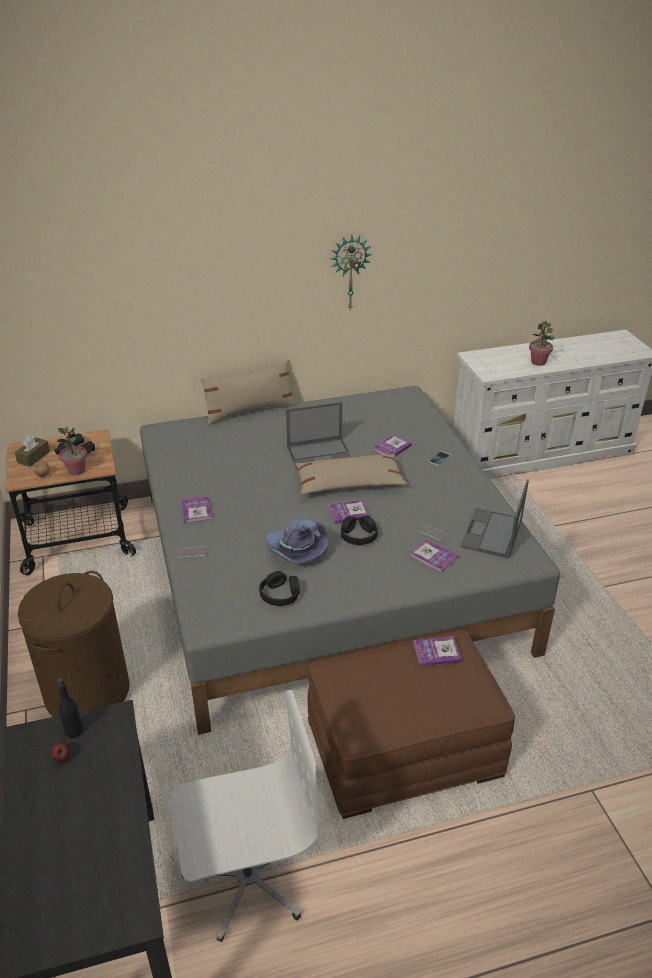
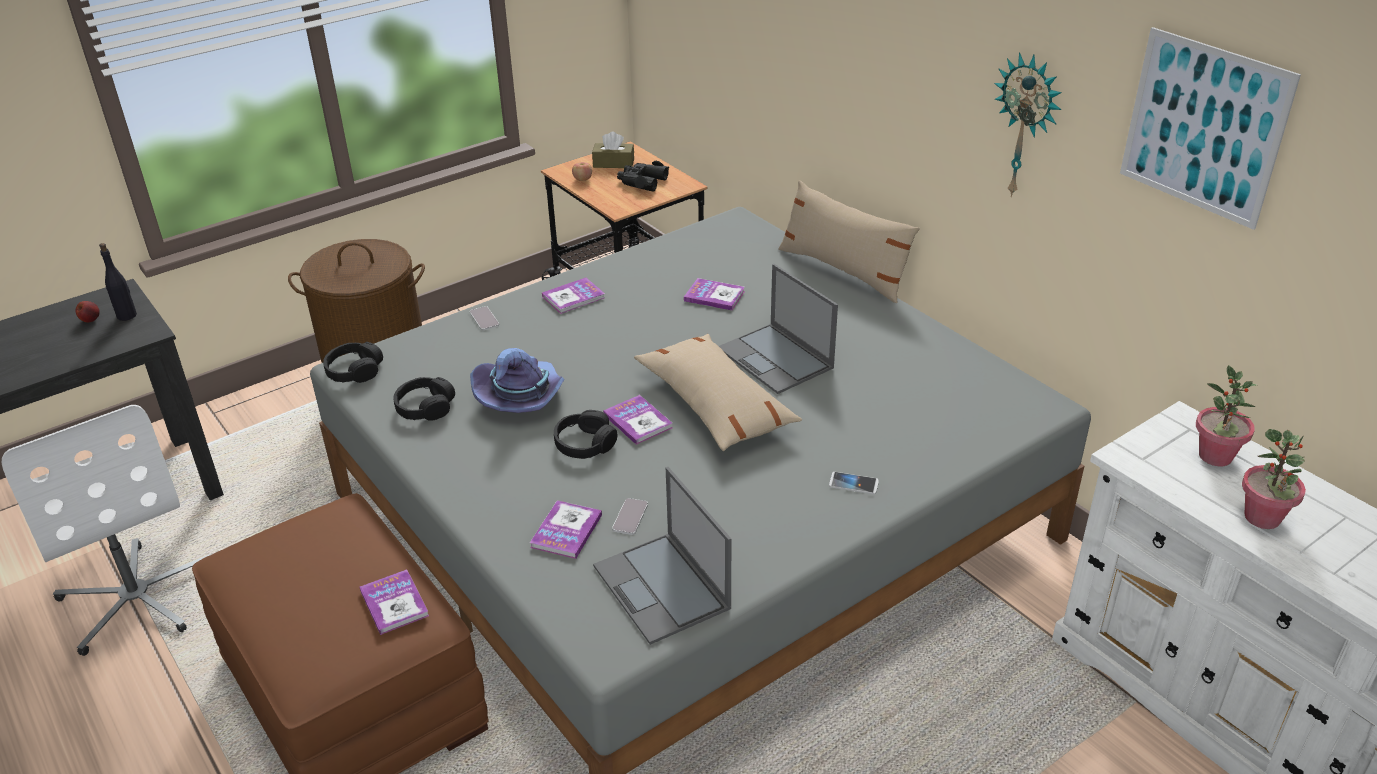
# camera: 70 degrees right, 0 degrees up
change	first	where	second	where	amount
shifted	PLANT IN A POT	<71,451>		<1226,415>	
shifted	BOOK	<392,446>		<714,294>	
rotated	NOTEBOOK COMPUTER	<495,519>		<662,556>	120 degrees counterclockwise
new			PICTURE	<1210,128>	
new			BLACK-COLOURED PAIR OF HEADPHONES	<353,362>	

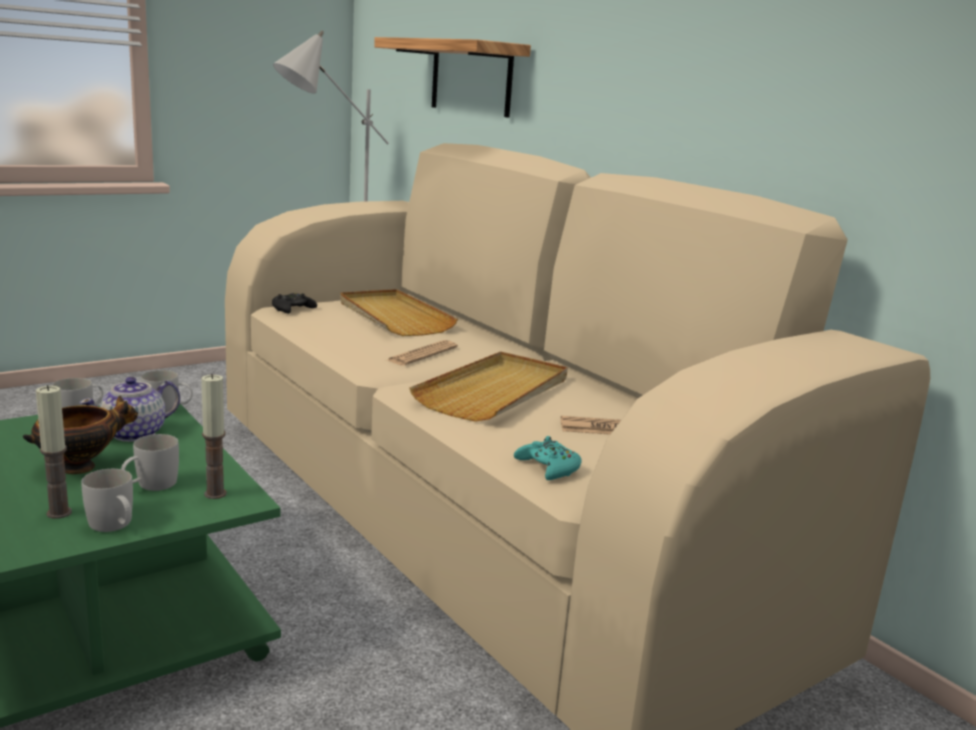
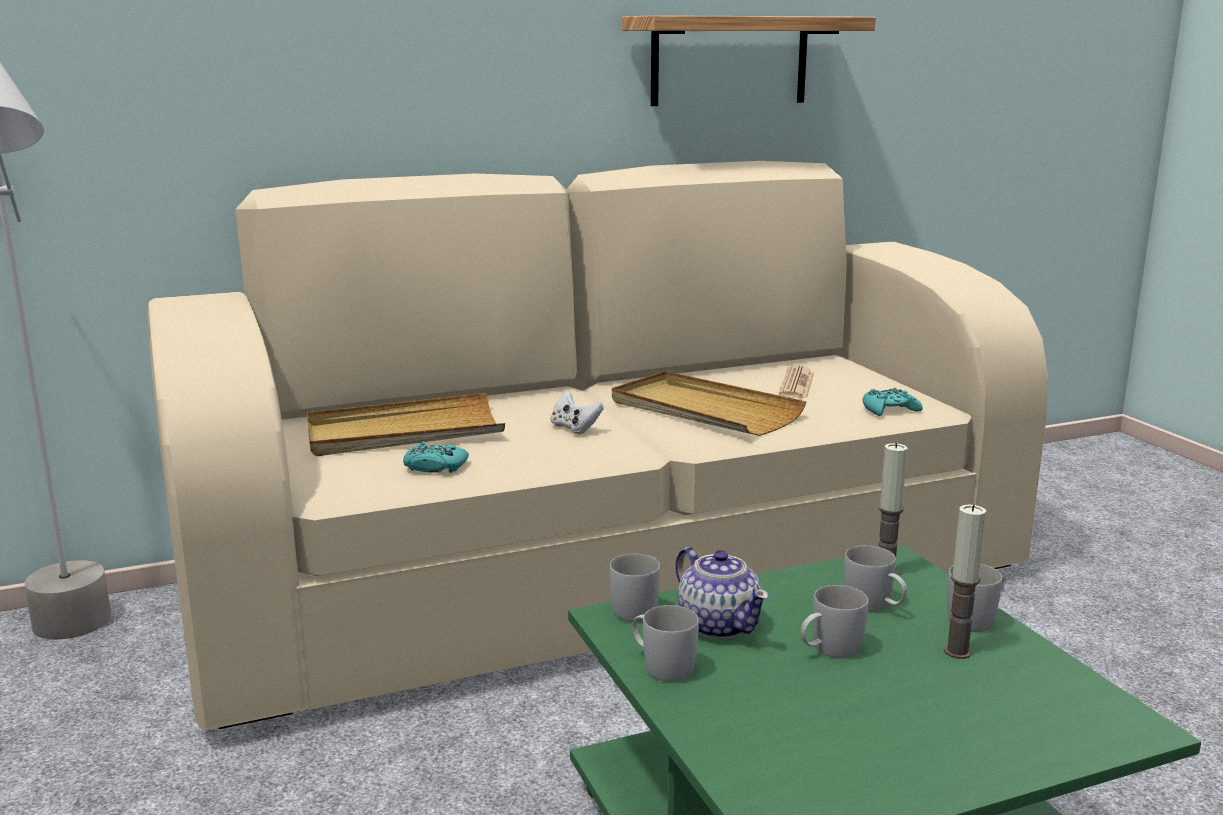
# camera: 75 degrees left, 0 degrees up
change	first	where	second	where	amount
shifted	WALL SHELF	<452,77>		<749,60>	
gone	BLACK-COLOURED GAME CONTROLLER	<294,303>			
swapped	DAILY PAPER	<422,353>	WHITISH GAME CONTROLLER	<577,412>	
swapped	BOWL	<80,435>	WHITISH MUG	<834,622>	
new			TURQUOISE GAME CONTROLLER	<436,457>	

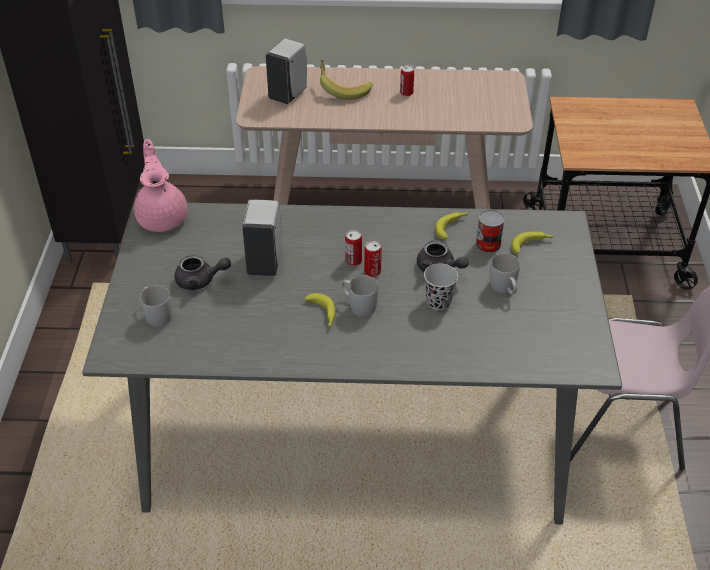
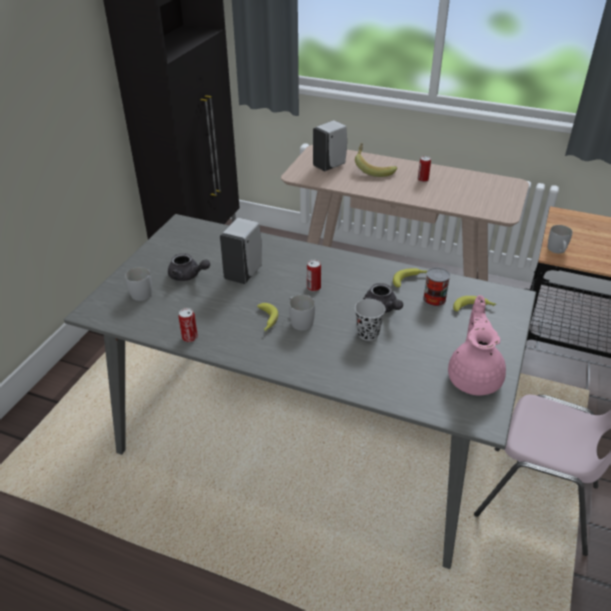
# camera: 20 degrees right, 5 degrees down
change	first	where	second	where	amount
shifted	PINK-COLOURED TEAPOT	<161,185>		<477,345>	
shifted	CAN	<373,259>		<188,325>	
shifted	WHITISH MUG	<505,273>		<560,239>	

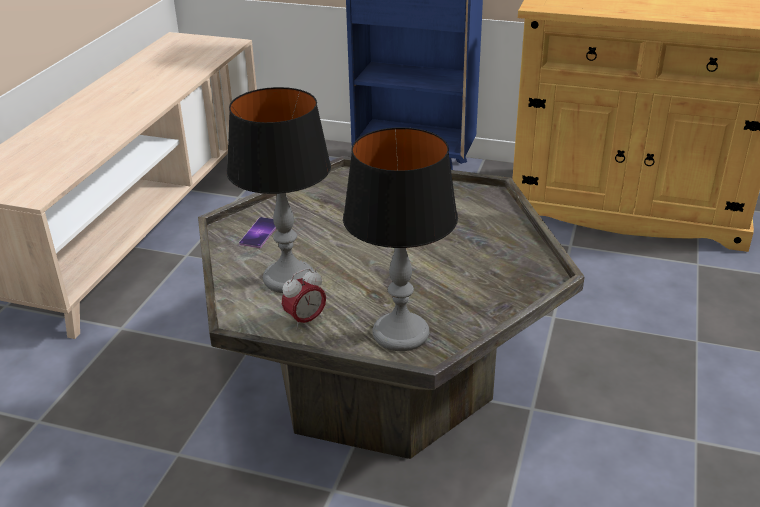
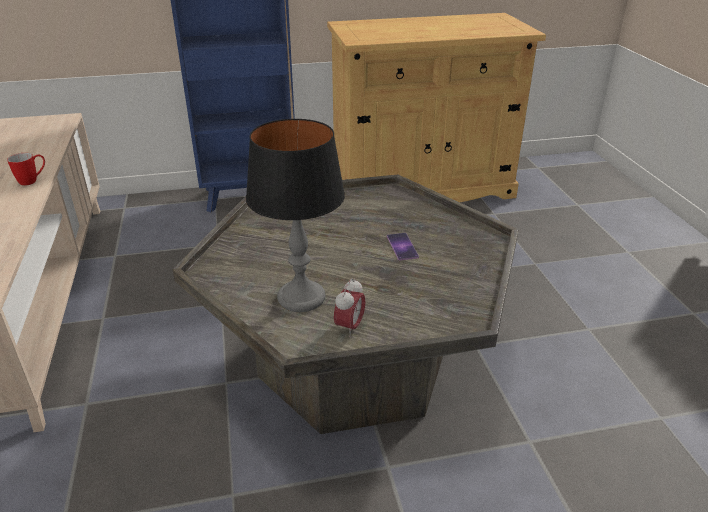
# camera: 30 degrees left, 0 degrees up
change	first	where	second	where	amount
gone	TABLETOP LAMP	<400,239>			
shifted	PHONE	<257,232>		<403,246>	
new			MUG	<26,169>	

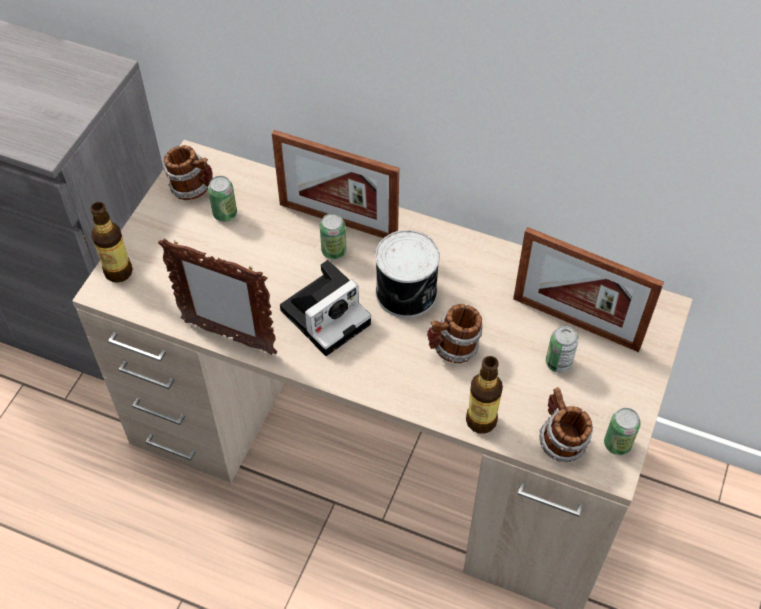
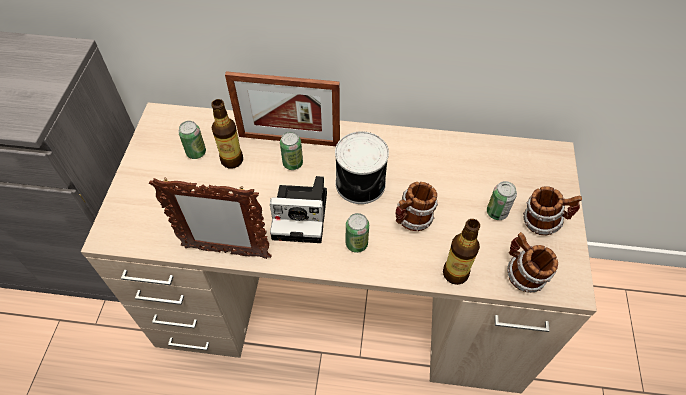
# camera: 15 degrees left, 0 degrees up
change	first	where	second	where	amount
shifted	MUG	<188,172>		<552,210>	
shifted	DRINK BOTTLE	<111,242>		<227,134>	
gone	STANDING FRAME	<588,289>			
rotated	STILL CAMERA	<325,308>		<298,209>	60 degrees clockwise
shifted	CAN	<622,431>		<357,233>	

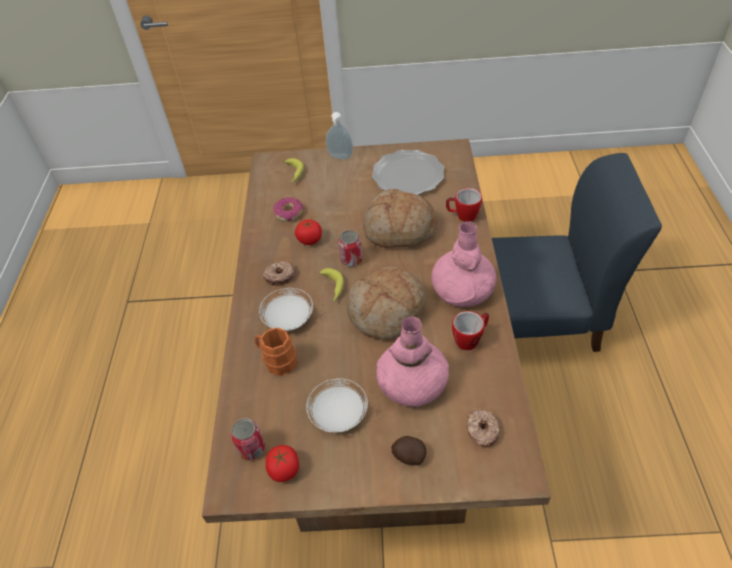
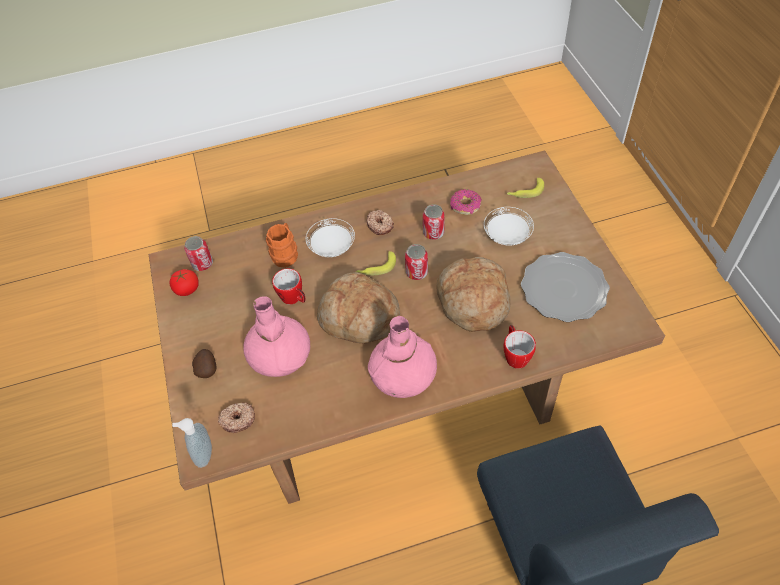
# camera: 75 degrees right, 5 degrees up
change	first	where	second	where	amount
shifted	LIQUID SOAP BOTTLE	<339,135>		<192,443>	
swapped	FRESH TOMATO	<308,232>	CAN	<434,222>	
shifted	MUG	<470,330>		<289,286>	
shifted	WHITISH DINNER PLATE	<337,405>		<509,226>	

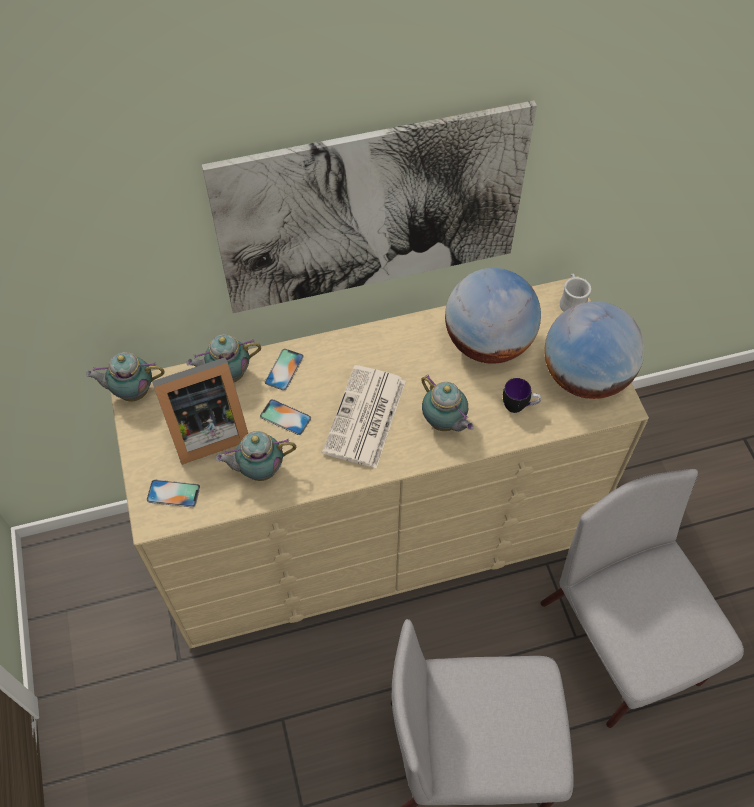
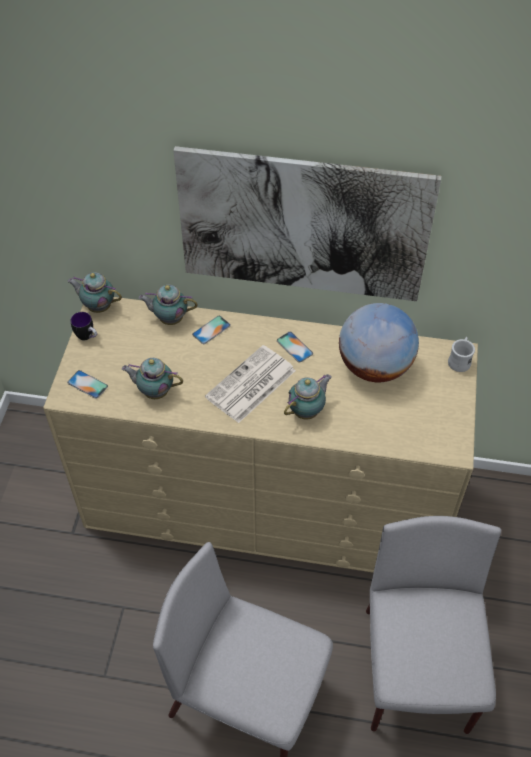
# camera: 25 degrees right, 5 degrees down
change	first	where	second	where	amount
gone	GLOBE	<594,350>			
gone	STANDING FRAME	<200,411>			
rotated	TEAPOT	<447,403>		<308,396>	120 degrees counterclockwise
shifted	MUG	<522,395>		<83,326>	
shifted	PHONE	<285,417>		<295,347>	

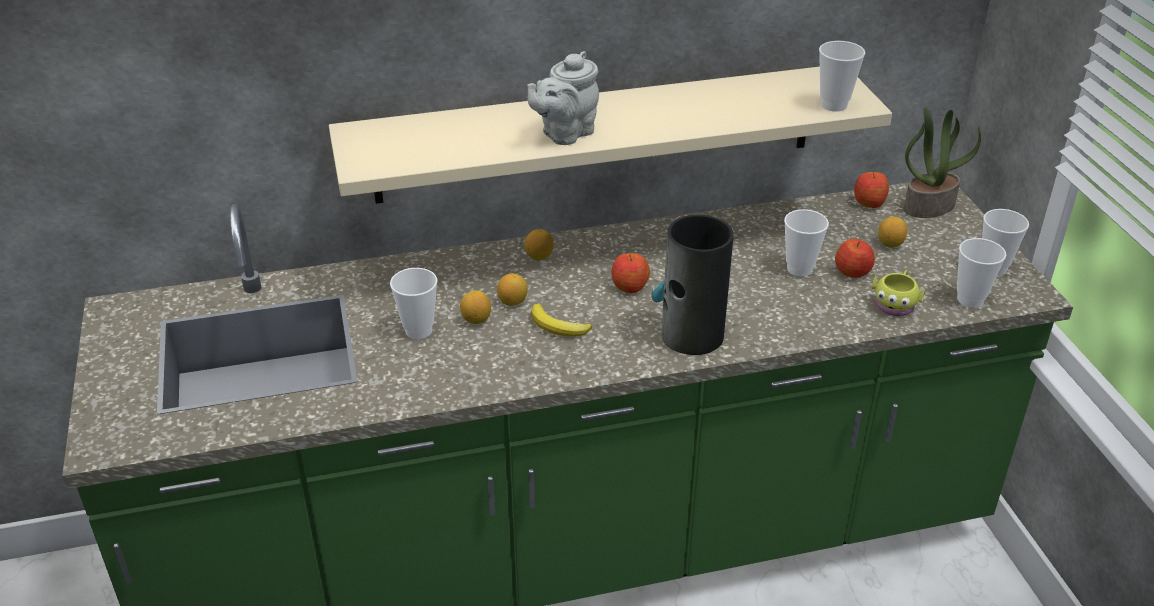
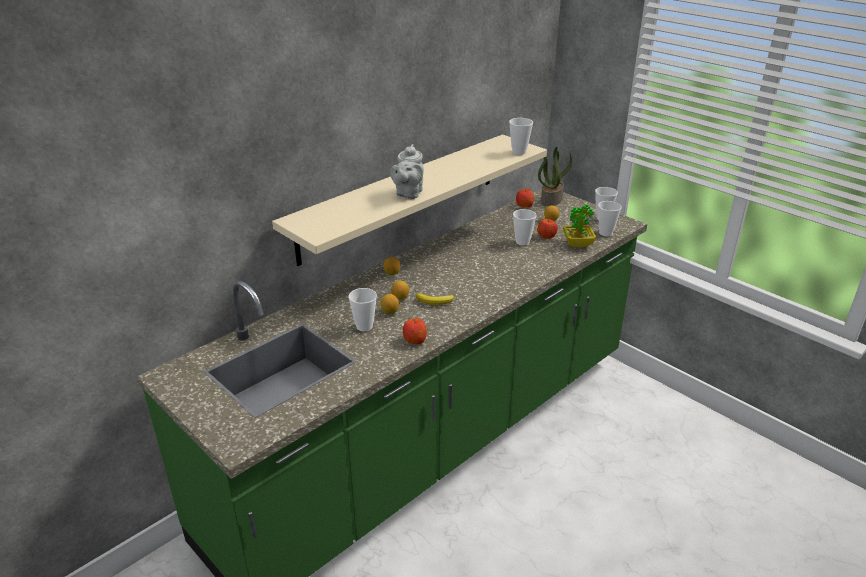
# camera: 30 degrees left, 5 degrees down
change	first	where	second	where	amount
gone	FLOWER VASE	<692,285>			
shifted	APPLE FRUIT	<630,273>		<415,331>	
swapped	YELLOW-COLOURED MUG	<899,293>	PLANT IN A POT	<579,225>	

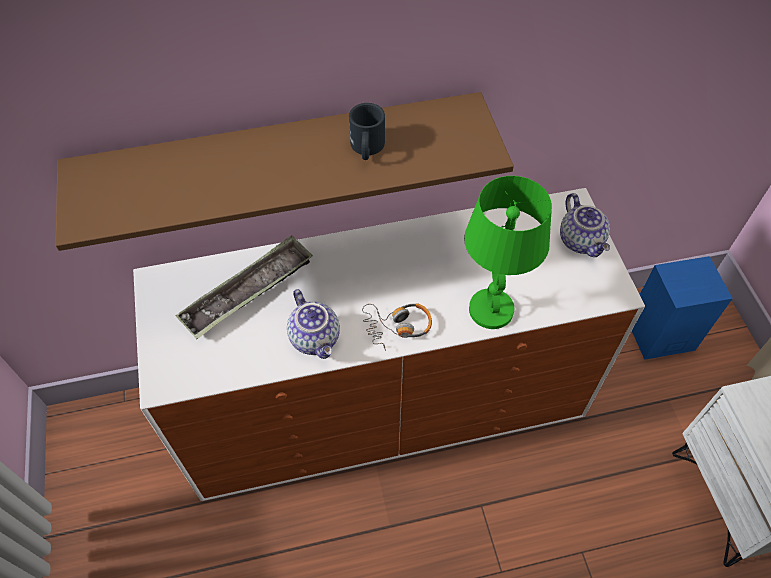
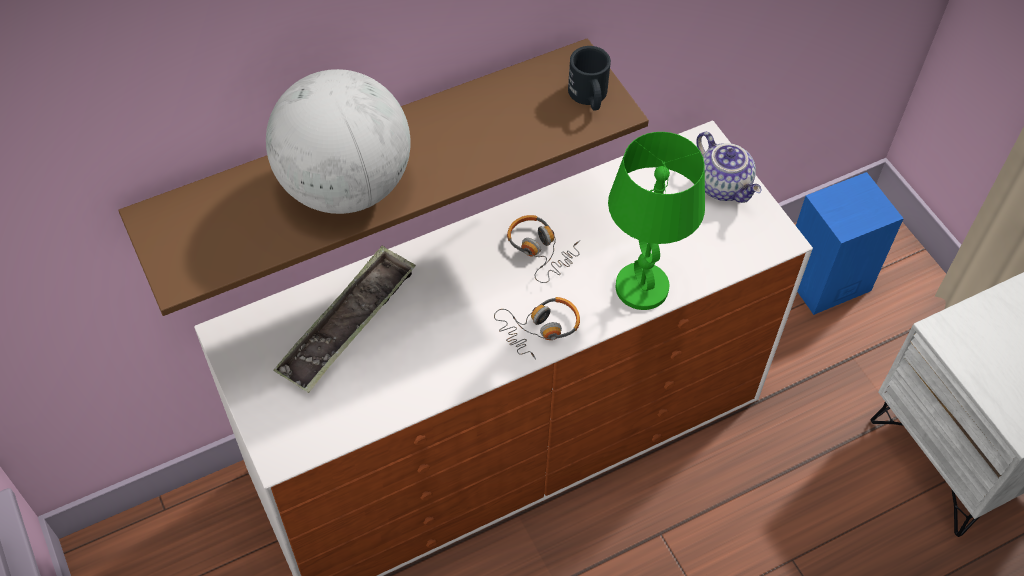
# camera: 15 degrees left, 0 degrees up
change	first	where	second	where	amount
shifted	BLACK-COLOURED MUG	<367,131>		<589,78>	
gone	TEAPOT	<313,324>			
new			GLOBE	<338,141>	
new			PAIR OF HEADPHONES	<543,249>	

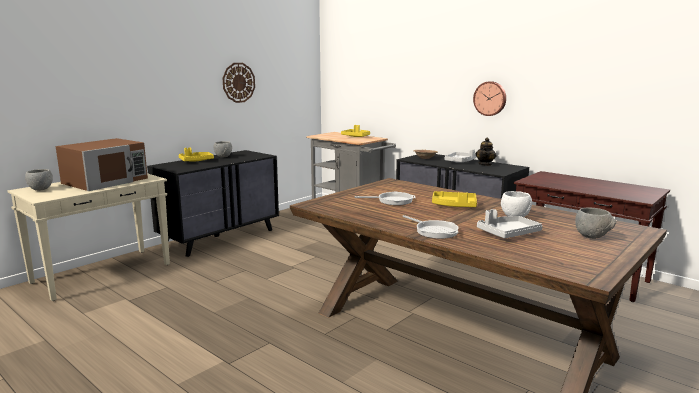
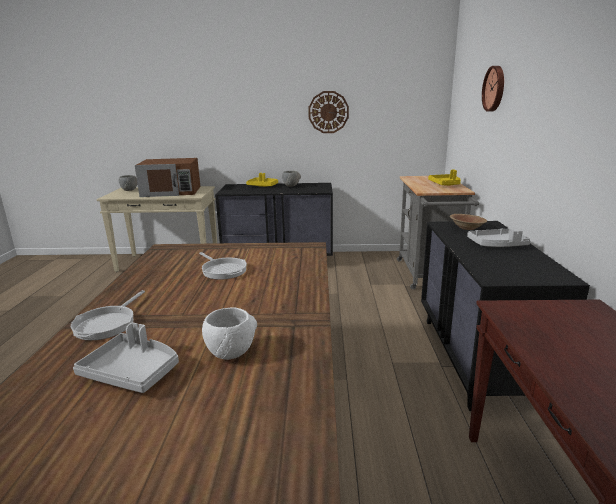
# camera: 50 degrees right, 5 degrees up
change	first	where	second	where	amount
shifted	HANGING CLOCK	<489,98>		<493,89>	
gone	TEAPOT	<486,152>			
gone	YELLOW-COLOURED CARRYING TRAY	<454,199>			
gone	GRAY BOWL	<595,223>			

